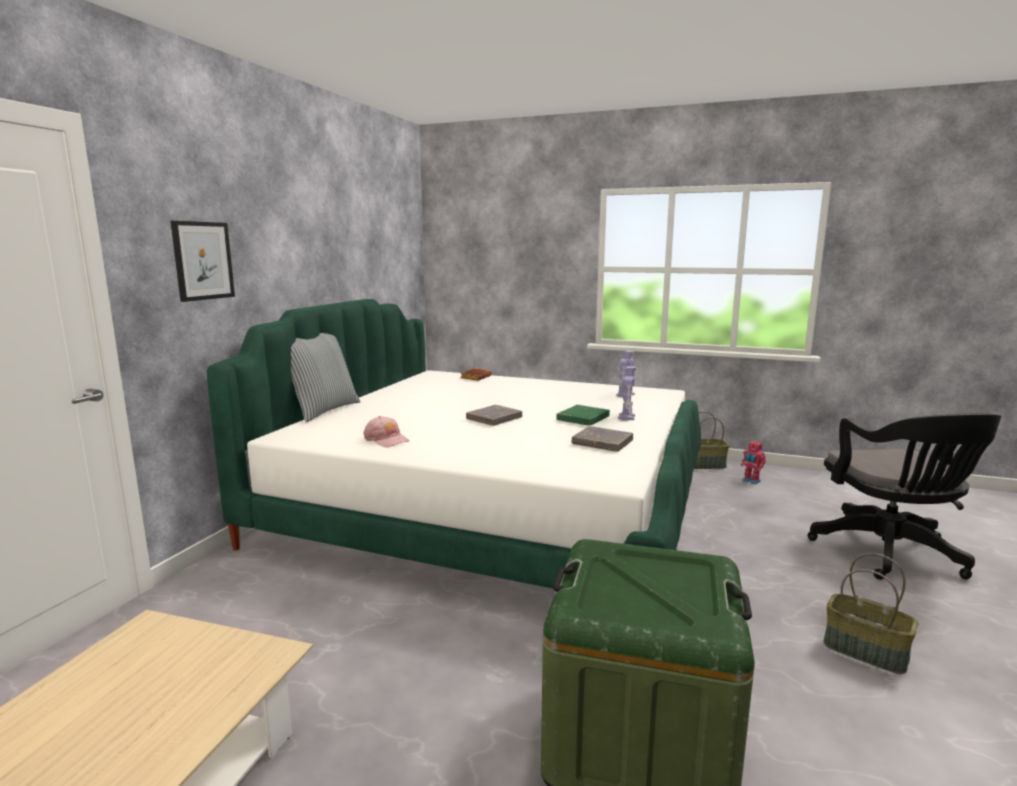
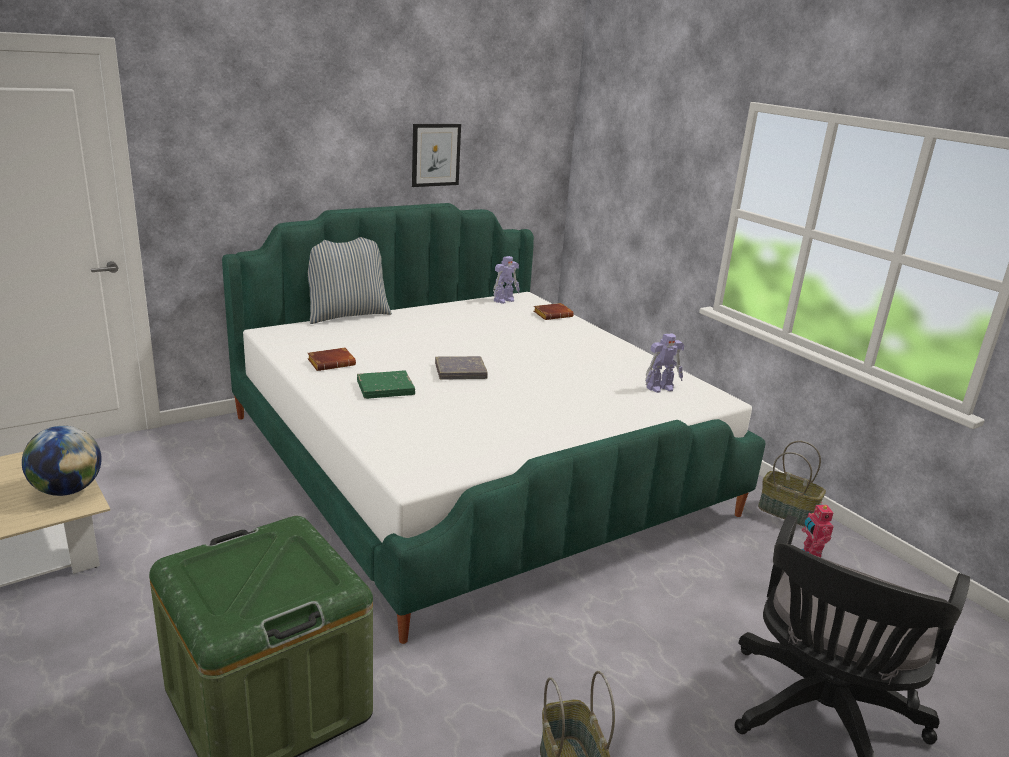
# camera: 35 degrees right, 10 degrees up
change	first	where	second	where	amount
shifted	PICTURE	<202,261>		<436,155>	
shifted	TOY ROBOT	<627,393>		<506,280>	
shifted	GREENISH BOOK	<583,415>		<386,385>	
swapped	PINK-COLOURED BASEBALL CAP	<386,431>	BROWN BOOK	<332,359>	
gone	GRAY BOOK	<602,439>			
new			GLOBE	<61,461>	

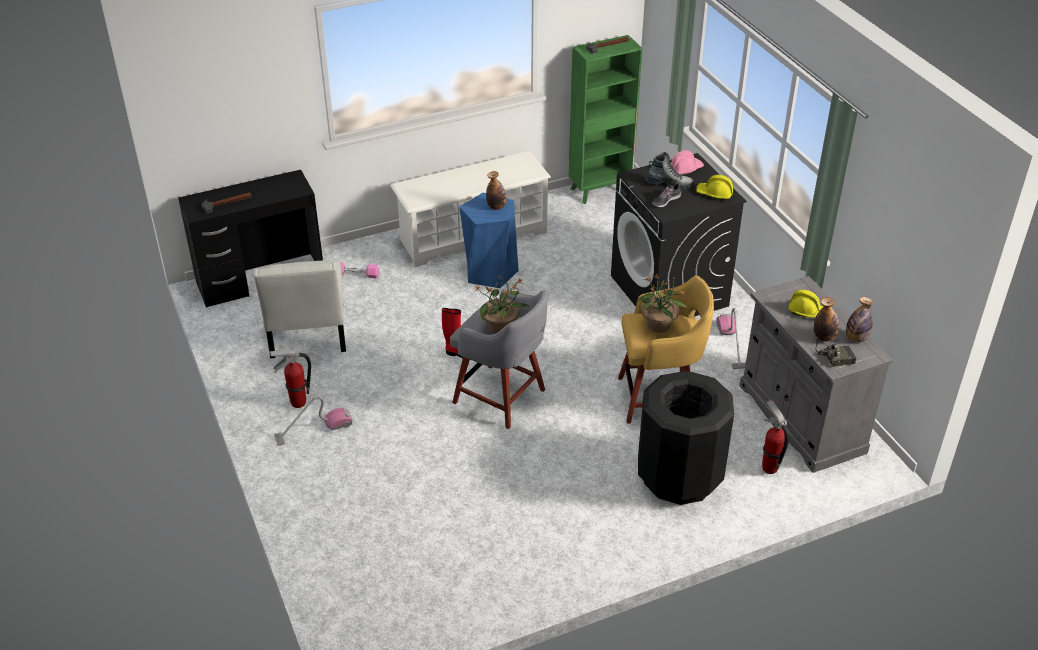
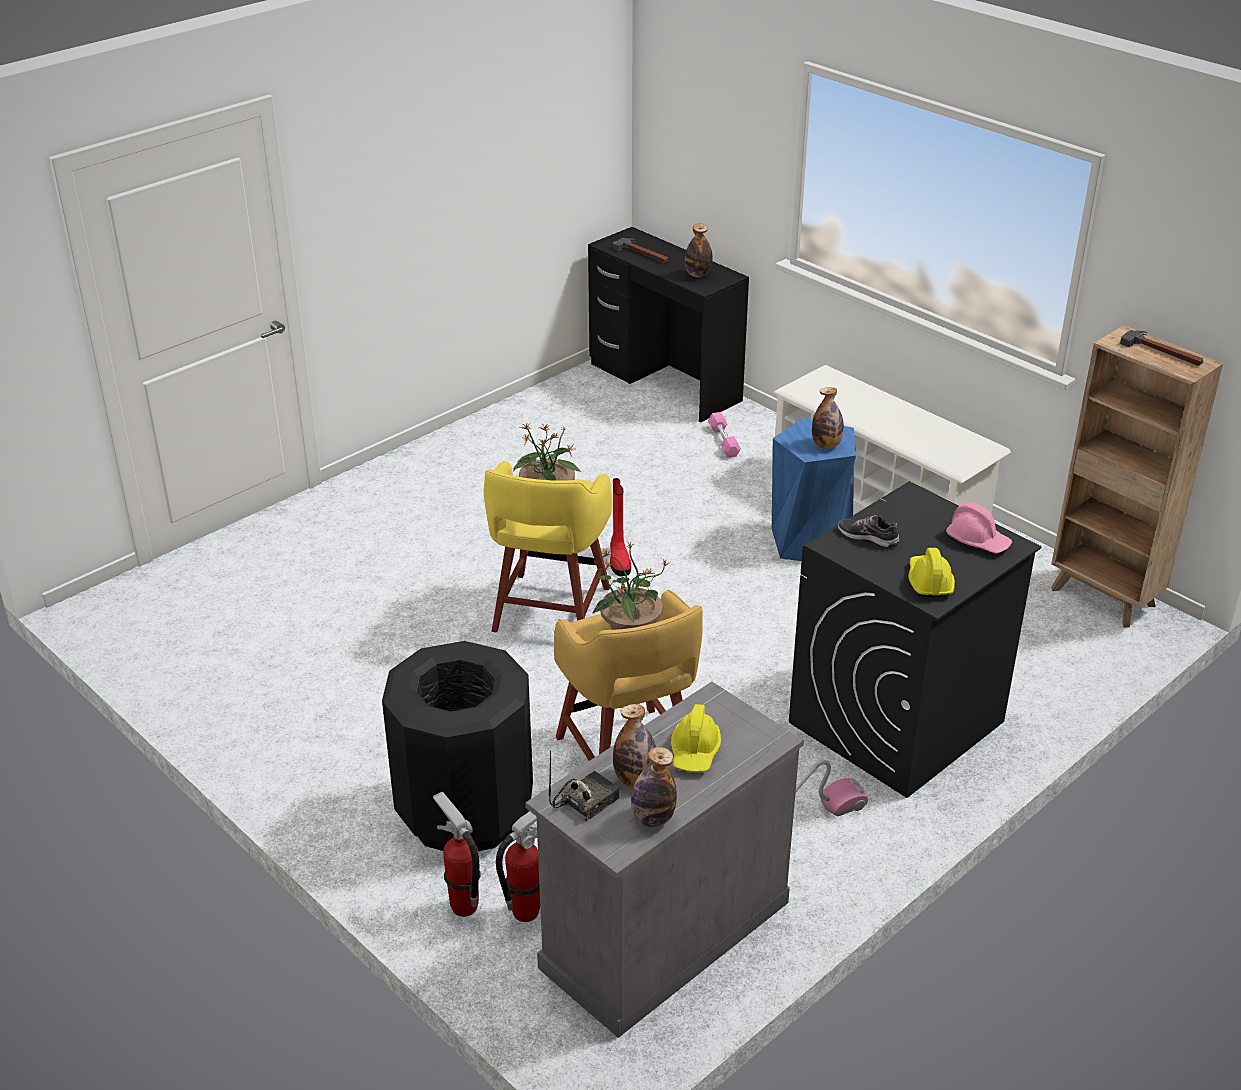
# camera: 70 degrees right, 5 degrees down
change	first	where	second	where	amount
repainted	GREENISH BOOKSHELF	<606,119>	BROWN BOOKSHELF	<1137,476>	
gone	HIGH-TOP BOOT	<669,171>			
gone	WHITISH PLAIN CHAIR	<299,309>			
repainted	GRAY SITTING STOOL	<499,359>	YELLOW-COLOURED SITTING STOOL	<548,546>	
rotated	RADIO	<836,344>		<584,786>	105 degrees counterclockwise
shifted	FIRE EXTINGUISHER	<290,378>		<457,854>	
gone	VACUUM	<313,421>			
new			DRINK BOTTLE	<699,251>	

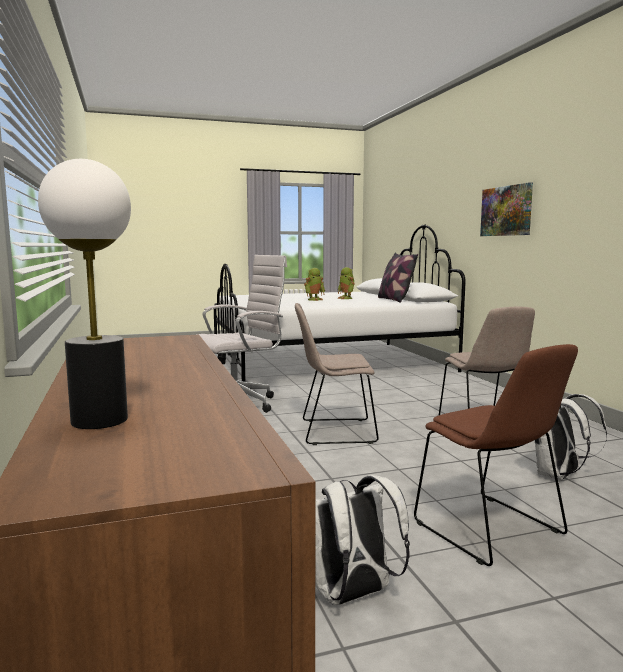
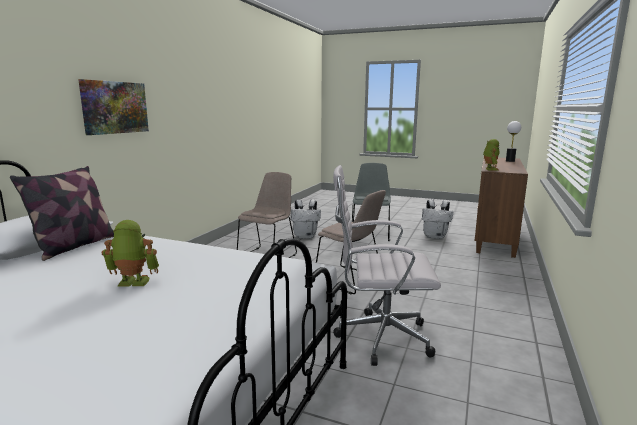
# camera: 140 degrees left, 5 degrees up
change	first	where	second	where	amount
shifted	TOY ROBOT	<346,283>		<491,155>	
repainted	BROWN PLAIN CHAIR	<496,455>	GRAY PLAIN CHAIR	<371,202>	

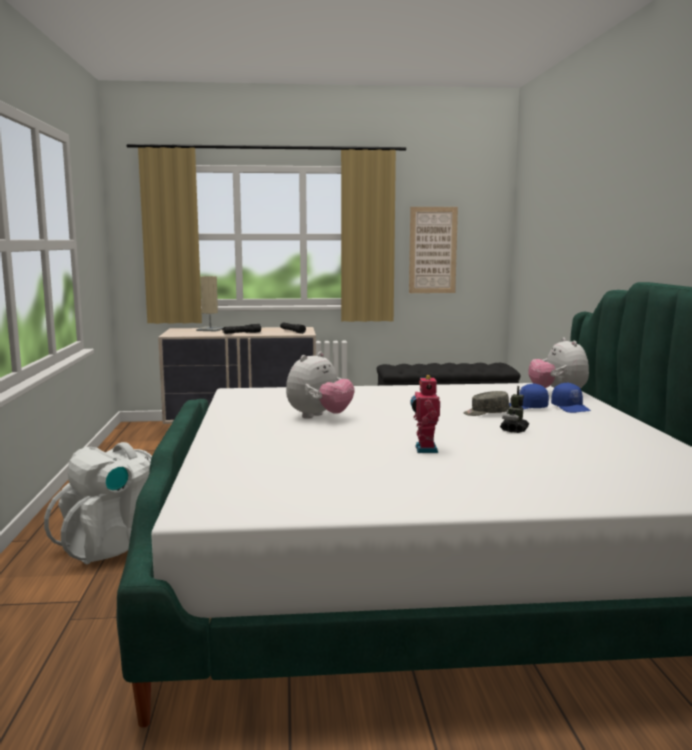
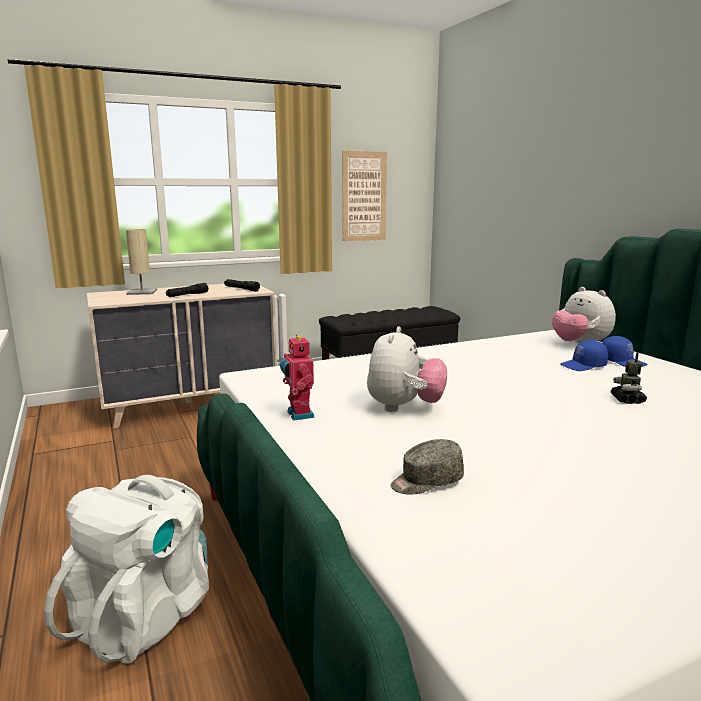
# camera: 20 degrees left, 5 degrees up
change	first	where	second	where	amount
shifted	TOY ROBOT	<425,414>		<297,378>	
shifted	GRAY BASEBALL CAP	<486,403>		<427,467>	

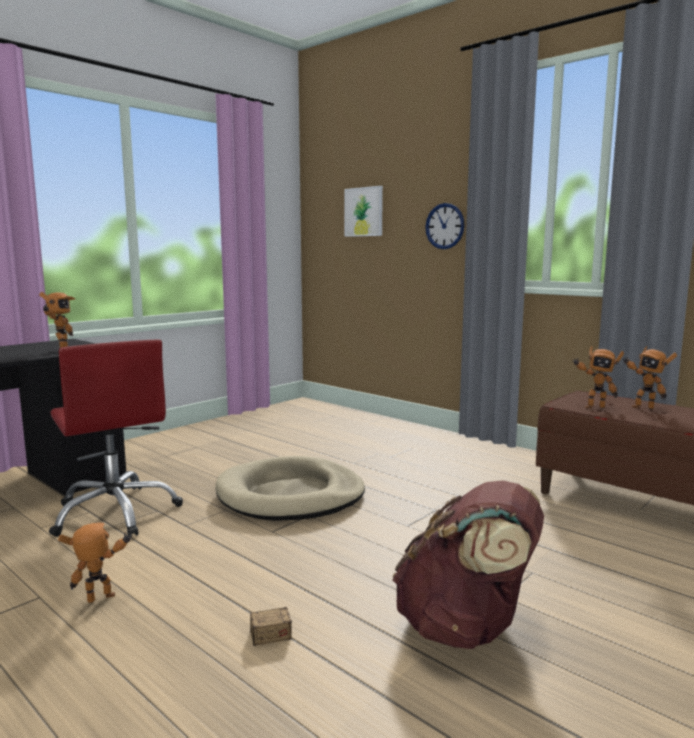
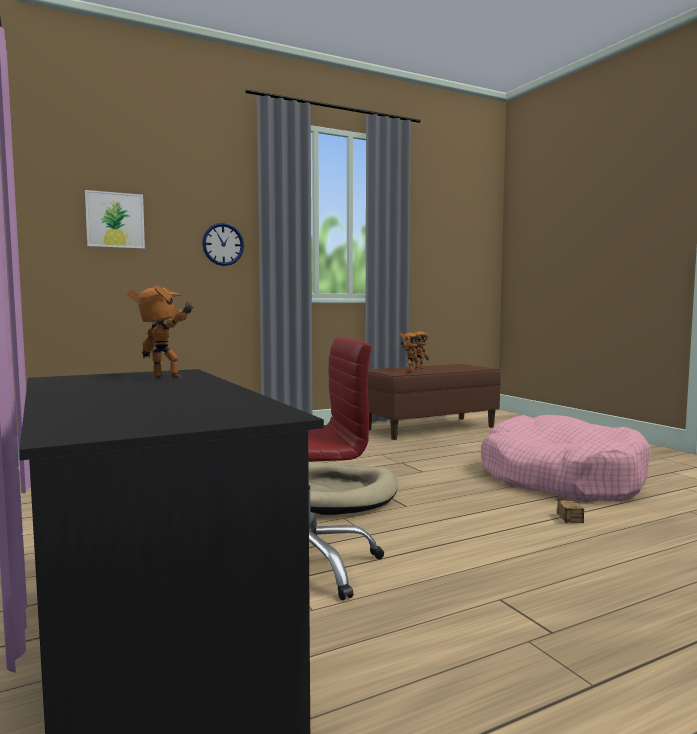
# camera: 70 degrees left, 5 degrees down
change	first	where	second	where	amount
swapped	BROWN KNAPSACK	<468,565>	PINK-COLOURED DOG CUSHION	<565,458>	
gone	TOY ROBOT	<95,562>			

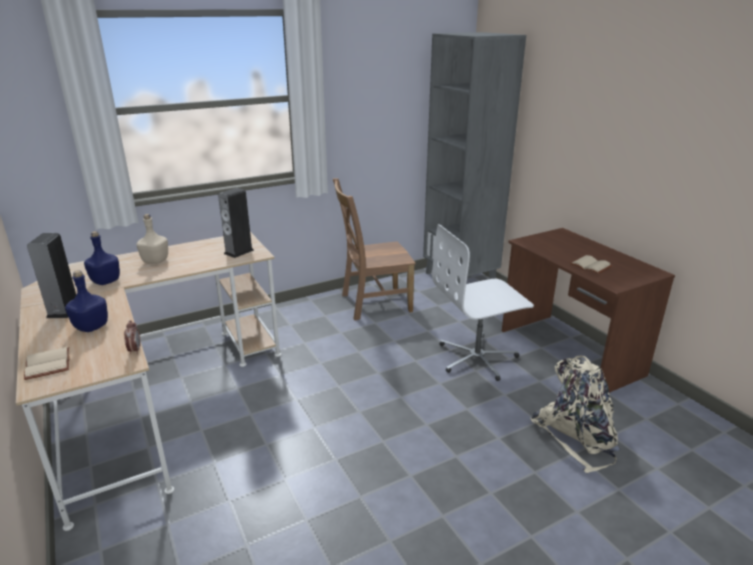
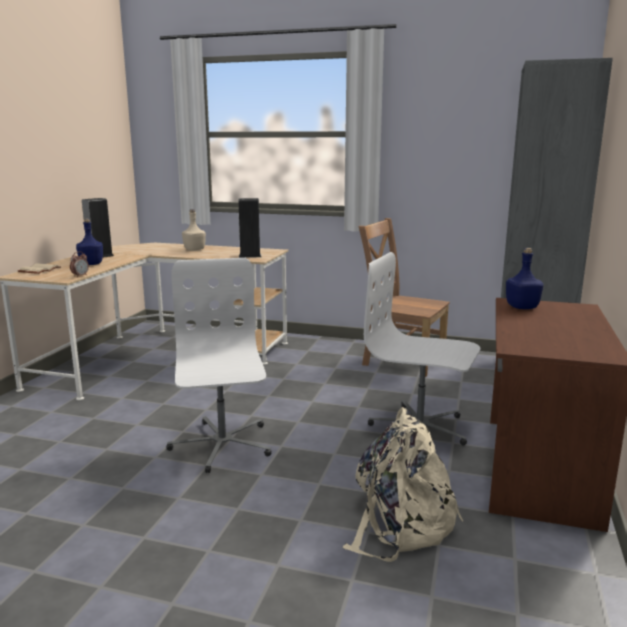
# camera: 45 degrees right, 10 degrees down
change	first	where	second	where	amount
shifted	BLUISH DRINK BOTTLE	<102,258>		<524,278>	
gone	BEIGE-COLOURED BOOK	<591,264>			
new			WHITISH DESK CHAIR	<219,365>	

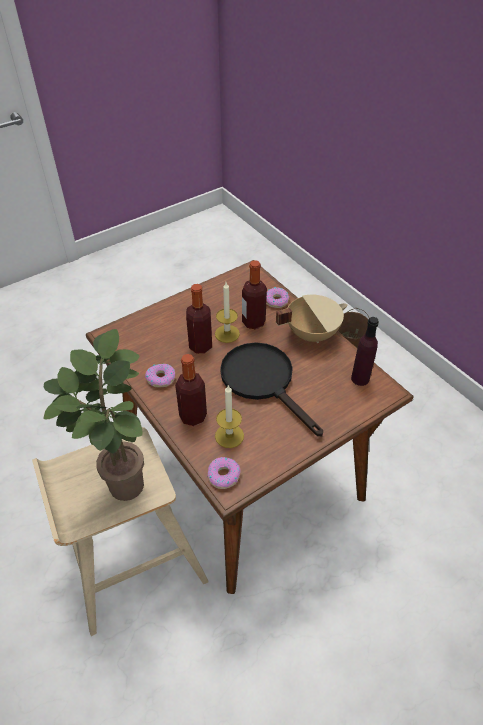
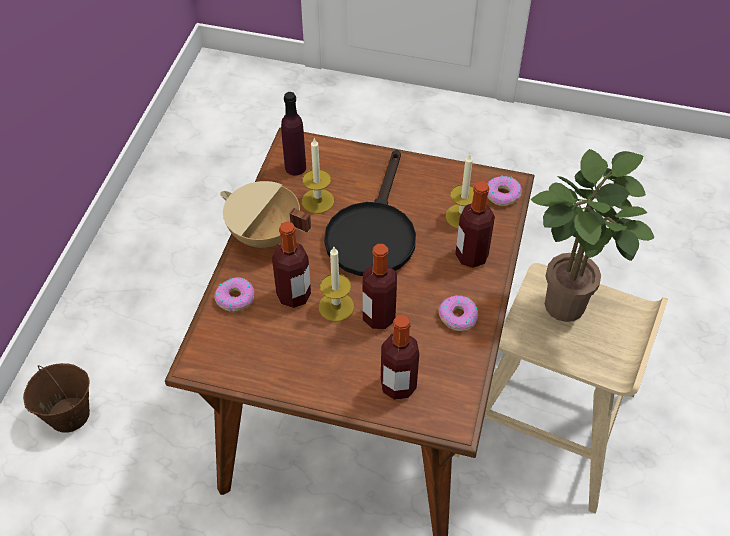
# camera: 130 degrees left, 5 degrees up
change	first	where	second	where	amount
new			WAX CANDLE	<318,176>	
new			DRINK BOTTLE	<400,357>	

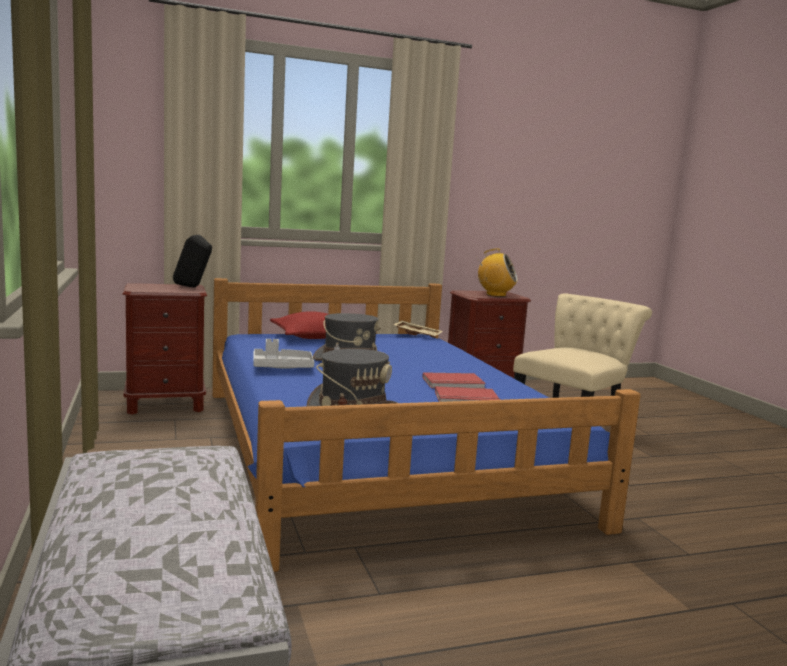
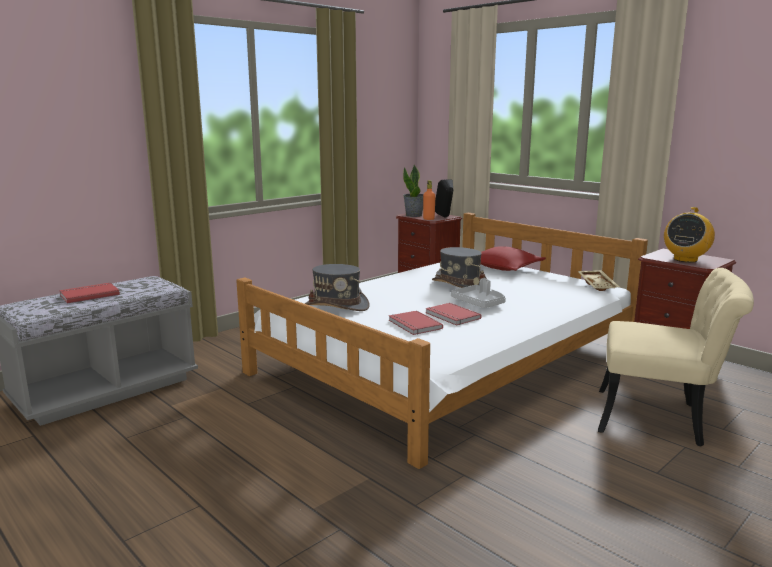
# camera: 65 degrees right, 5 degrees up
change	first	where	second	where	amount
rotated	RADIO	<497,272>		<689,234>	45 degrees clockwise
repainted	BLUISH SLEEPING BED	<426,425>	WHITISH SLEEPING BED	<442,341>	
shifted	GRAY CARRYING TRAY	<283,354>		<478,293>	
new			PLANT IN A POT	<413,190>	
new			ORANGEY DRINK BOTTLE	<429,200>	
new			REDDISH BOOK	<89,293>	

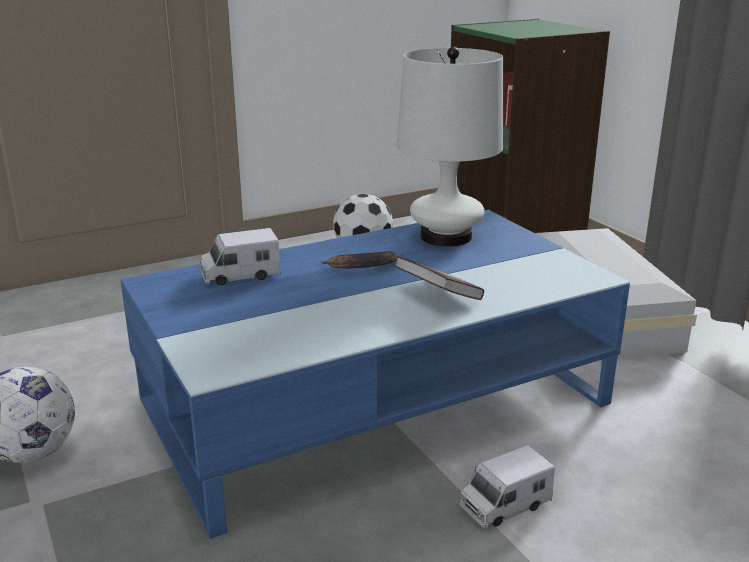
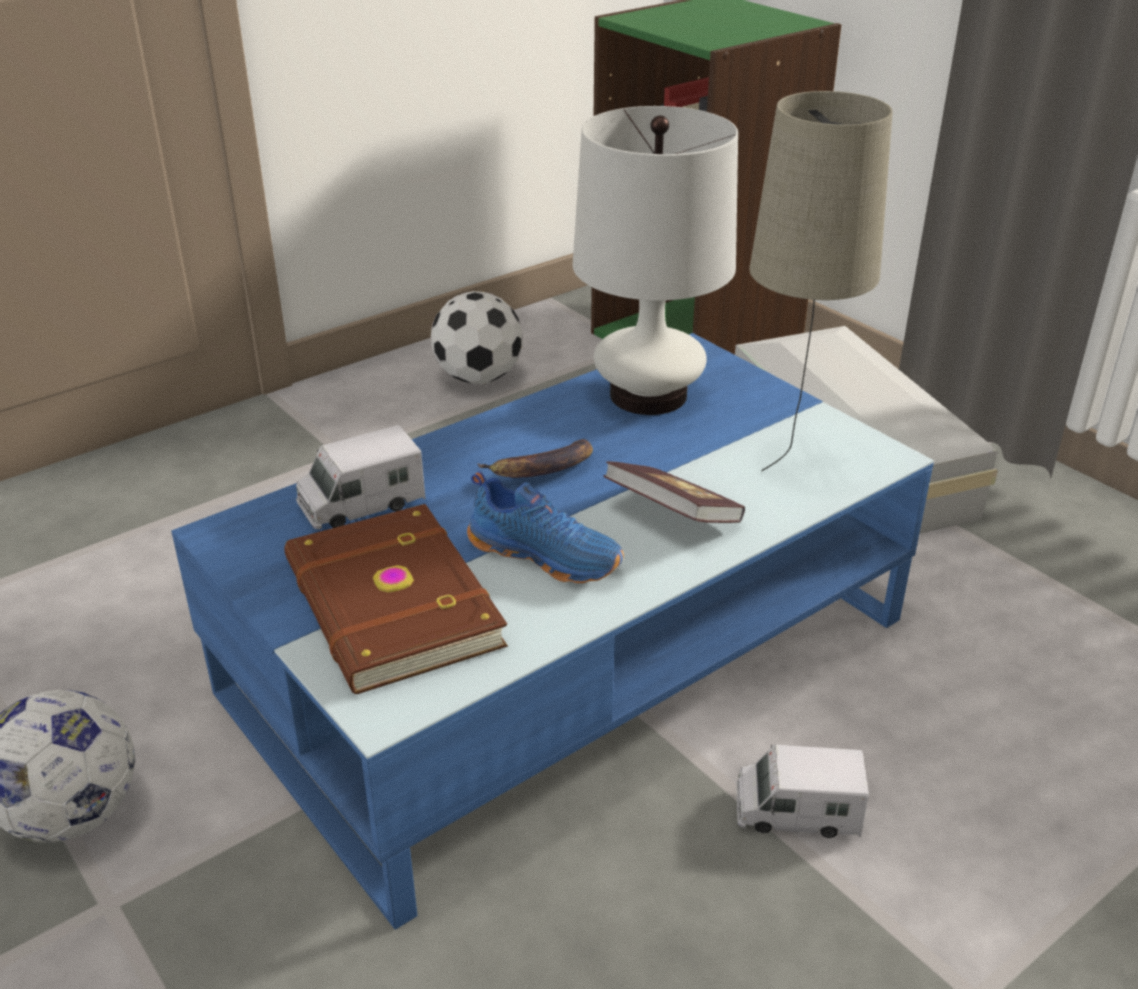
# camera: 10 degrees left, 10 degrees up
change	first	where	second	where	amount
rotated	TOY LORRY	<507,486>		<802,791>	45 degrees clockwise
new			BEIGE-COLOURED TABLETOP LAMP	<821,281>	
new			BLUISH SHOE	<545,527>	
new			BROWN BOOK	<396,599>	

